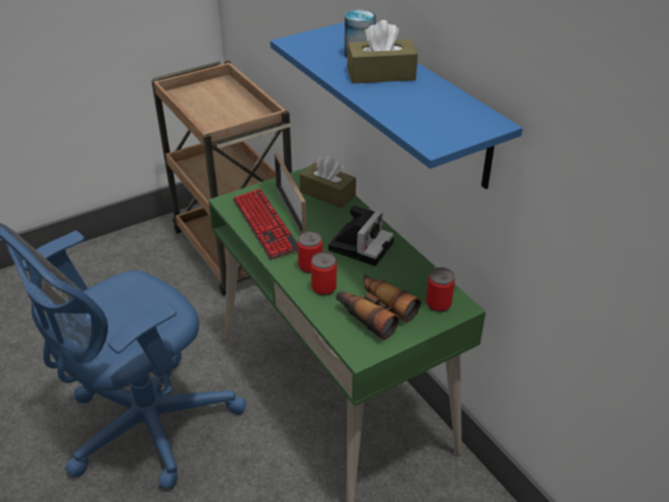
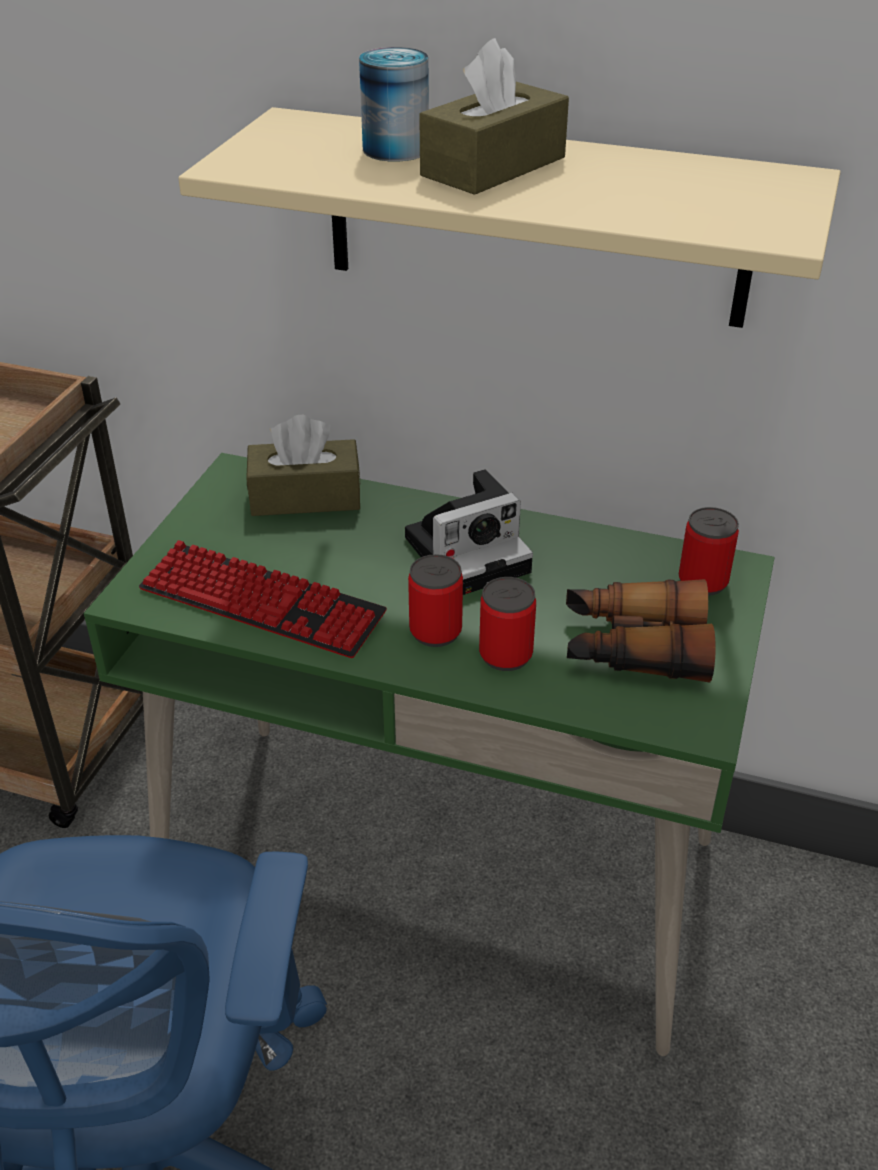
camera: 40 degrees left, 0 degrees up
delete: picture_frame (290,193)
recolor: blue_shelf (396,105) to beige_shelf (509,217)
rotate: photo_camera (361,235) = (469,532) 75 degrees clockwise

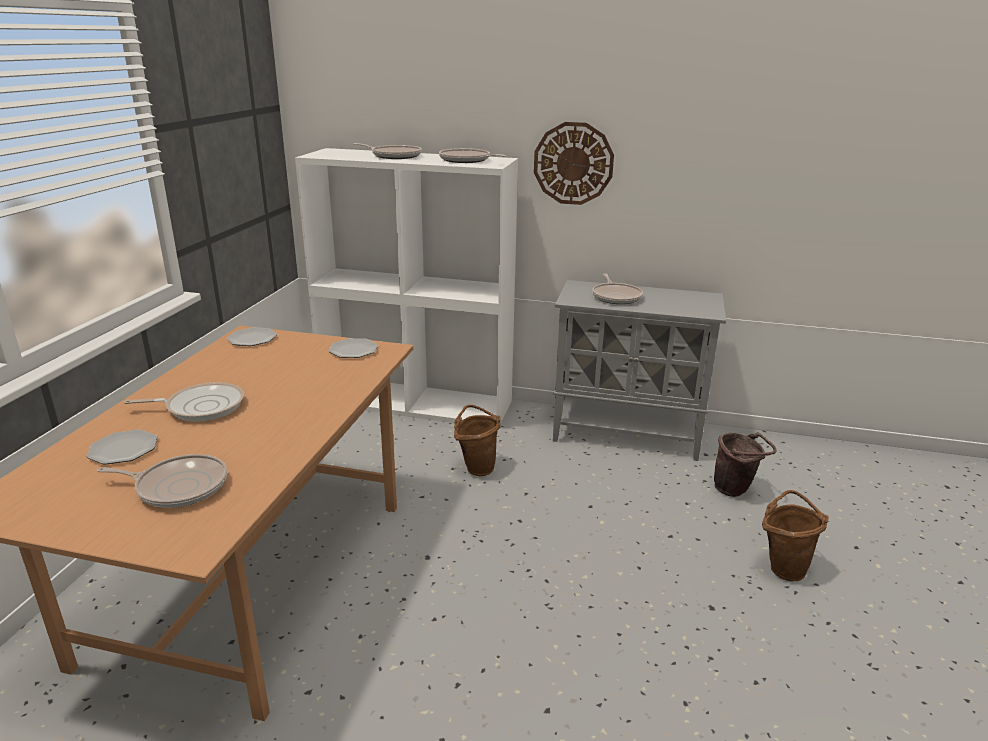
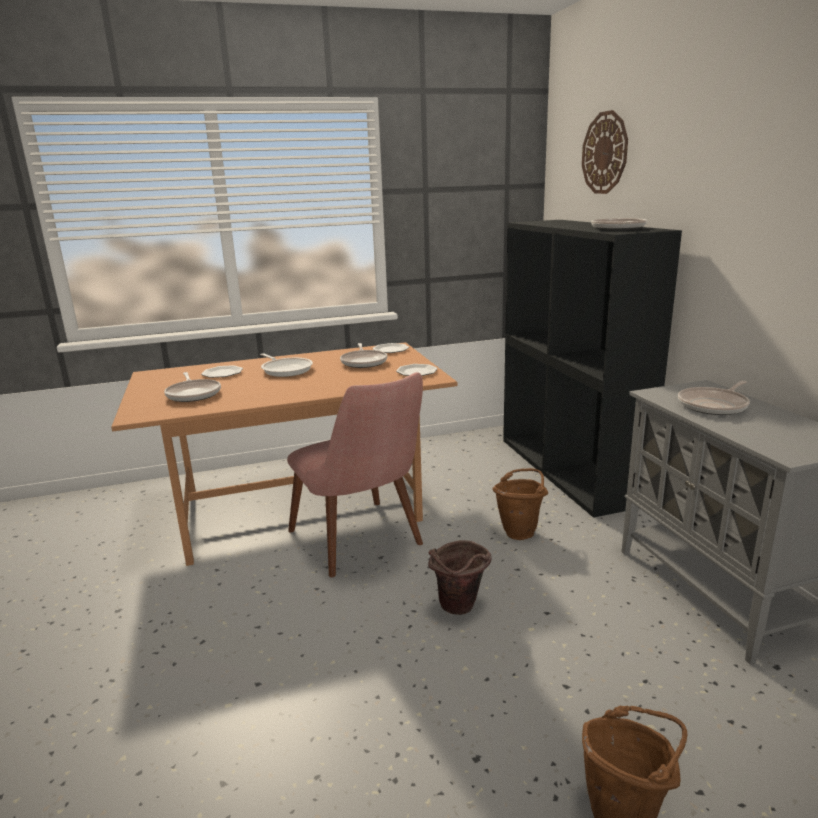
camera: 60 degrees right, 5 degrees down
insert: pink_chair (355,474)
move: frying_pan (387,151) to (363,355); wall_clock (574,163) to (605,152); brown_bucket (745,465) to (459,577)
recolor: white_bookcase (406,286) to black_bookcase (592,369)

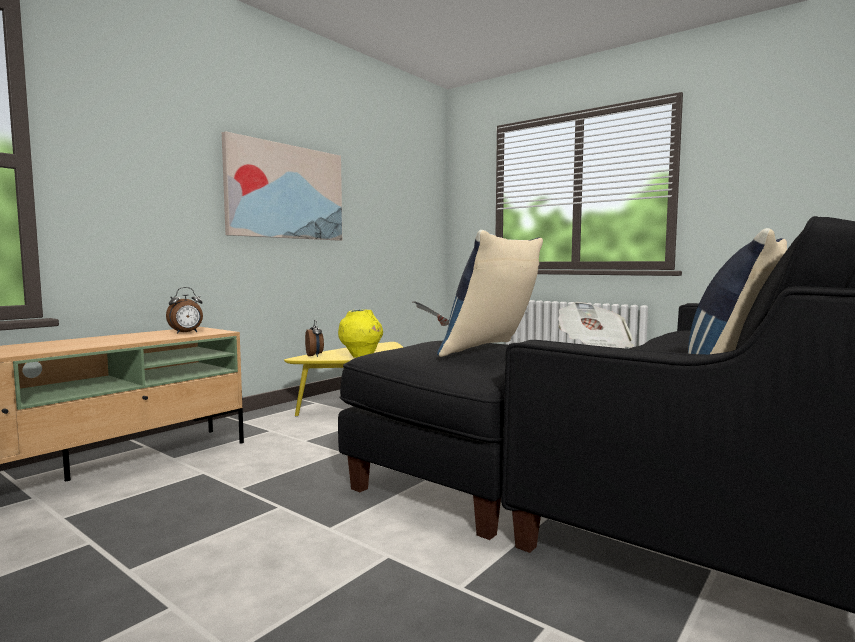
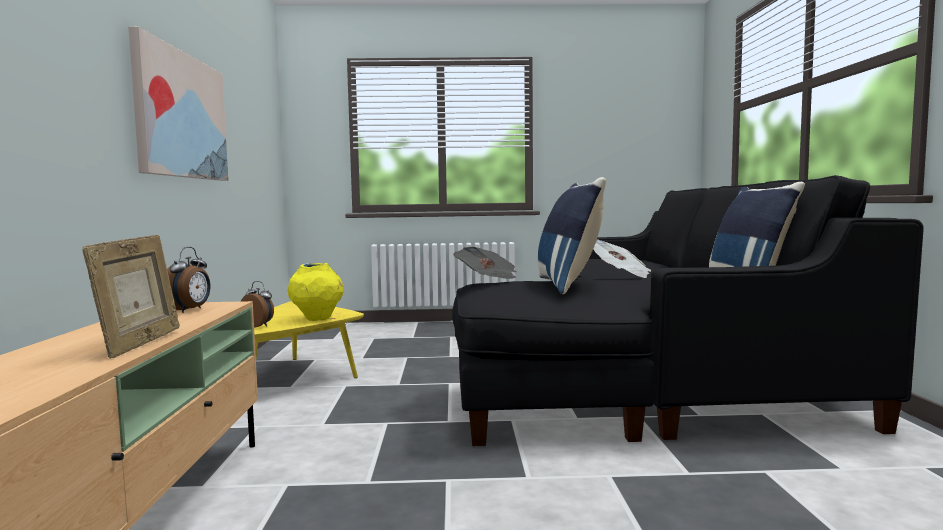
camera: 40 degrees left, 0 degrees up
insert: picture_frame (131,296)

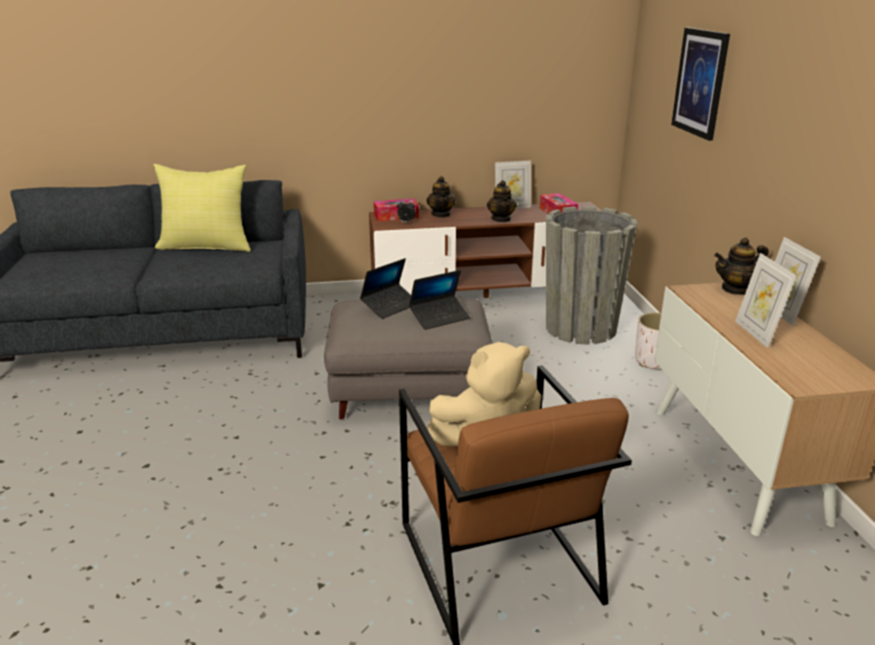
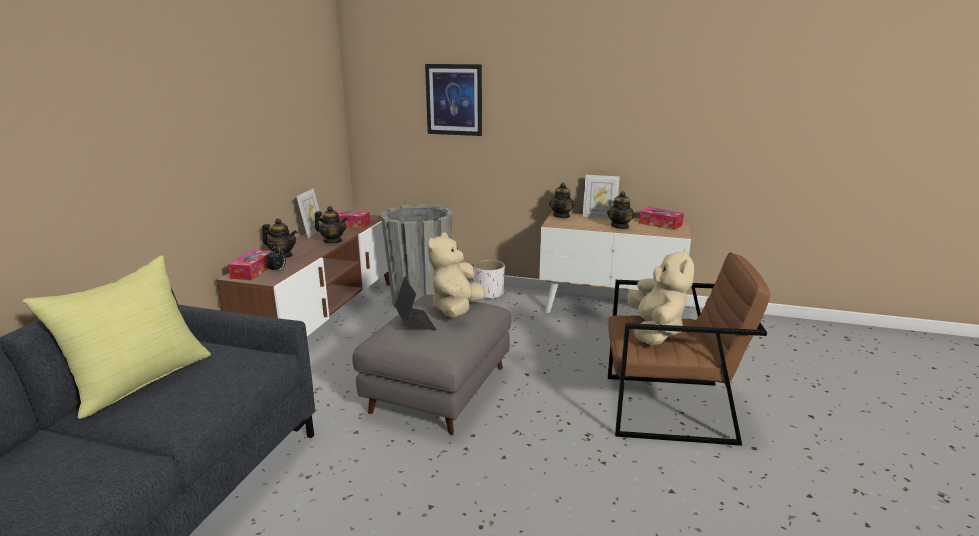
camera: 65 degrees left, 5 degrees down
insert: tissue_box (661,218)
replace: laptop (439,300) to beige_plush_toy (456,274); picture_frame (766,300) to teapot (621,210)

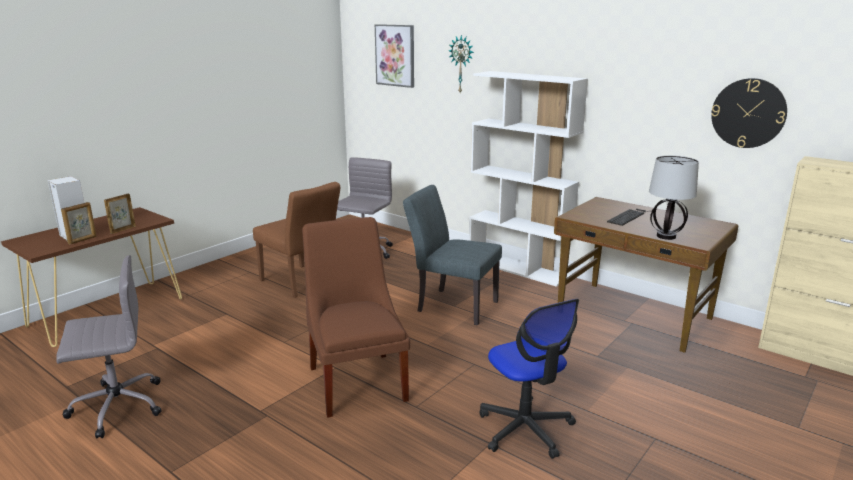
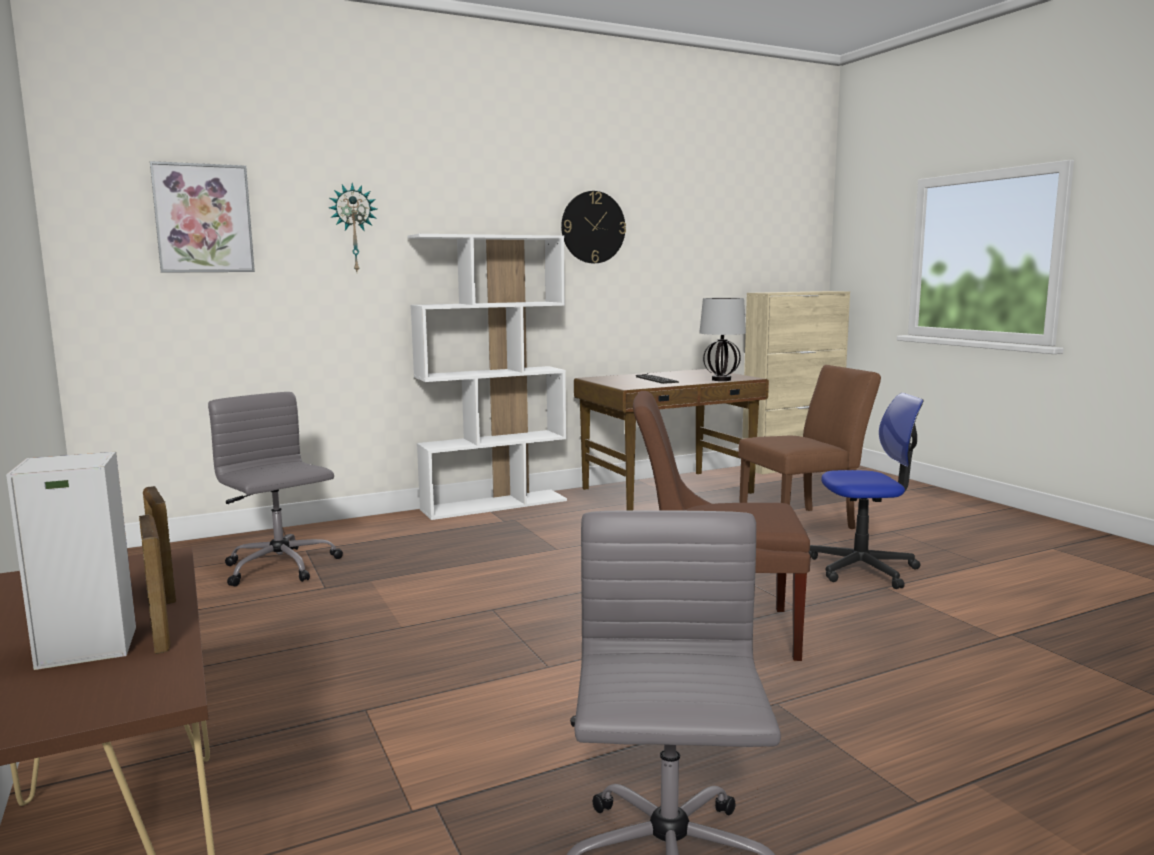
camera: 65 degrees left, 10 degrees down
delete: grey_chair (452,255)
move: brown_chair (296,240) to (809,447); wall_clock (749,113) to (593,227)

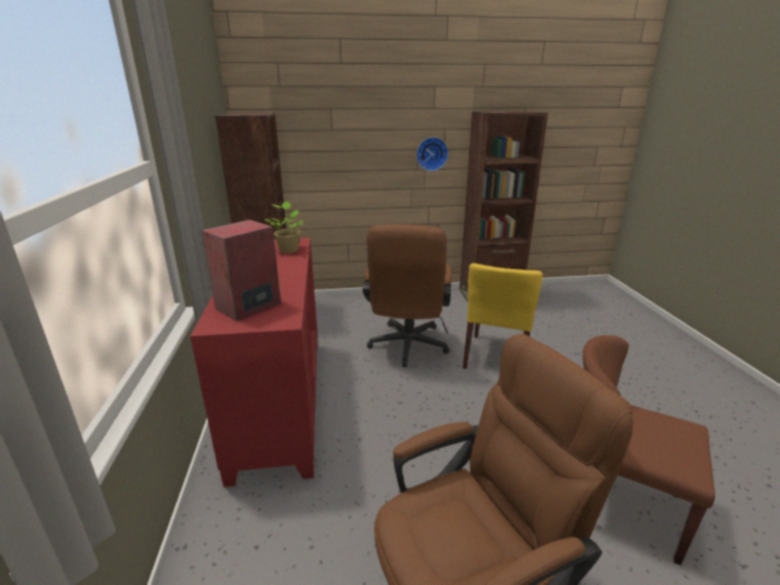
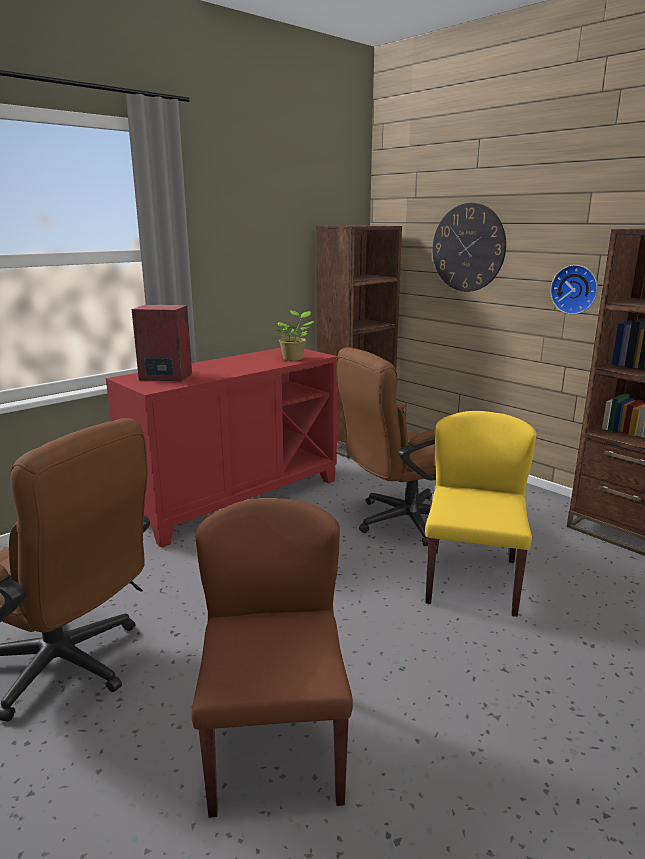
camera: 55 degrees right, 5 degrees down
insert: wall_clock (469,247)
rotate: yellow_chair (503,316) = (480,514) 120 degrees clockwise

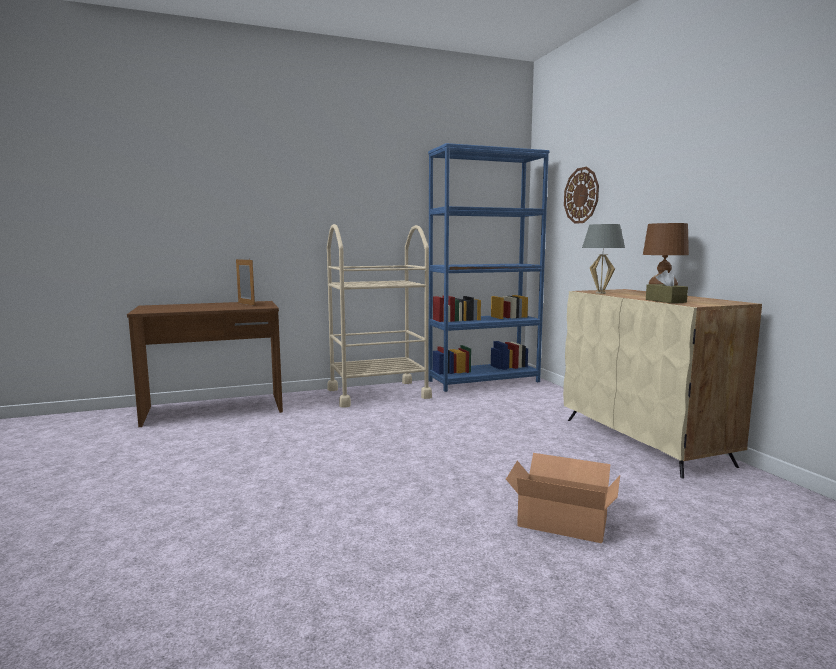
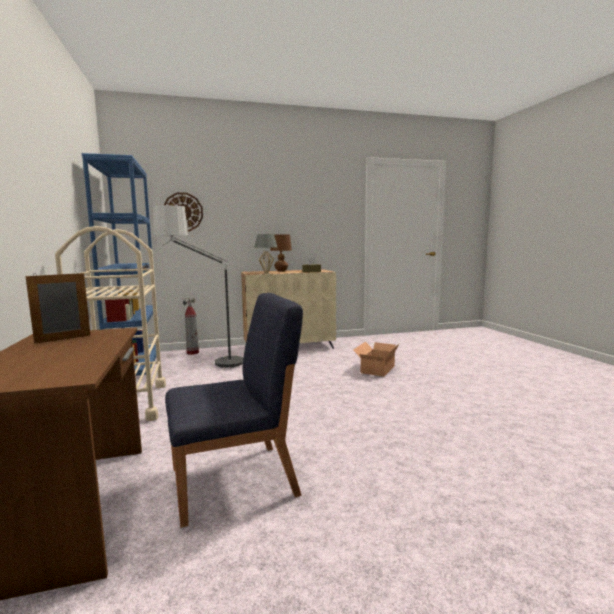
camera: 85 degrees left, 0 degrees up
insert: floor_lamp (198,288); blue_chair (234,410); fire_extinguisher (191,326)

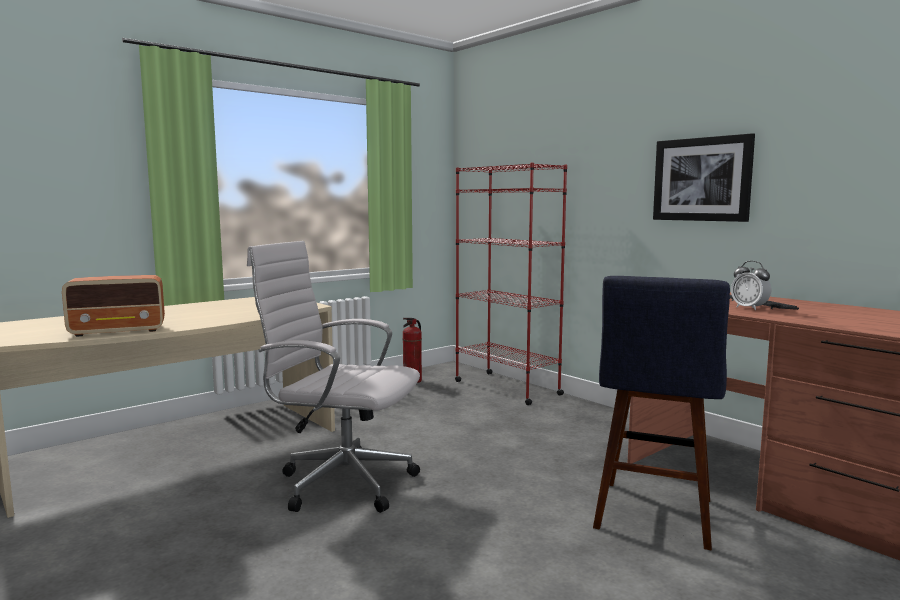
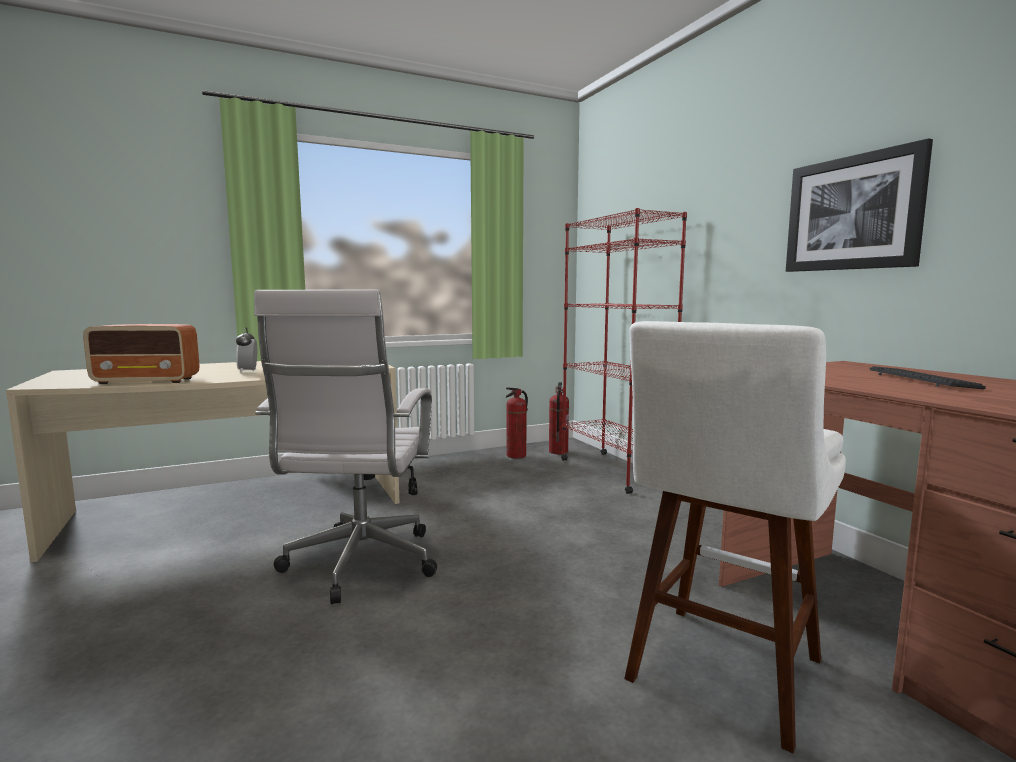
camera: 15 degrees right, 0 degrees up
insert: fire_extinguisher (559,418)
move: alarm_clock (751,285) to (246,350)
recolor: blue_stool (661,413) to white_stool (735,537)
rotate: white_office_chair (333,377) = (345,447) 120 degrees counterclockwise

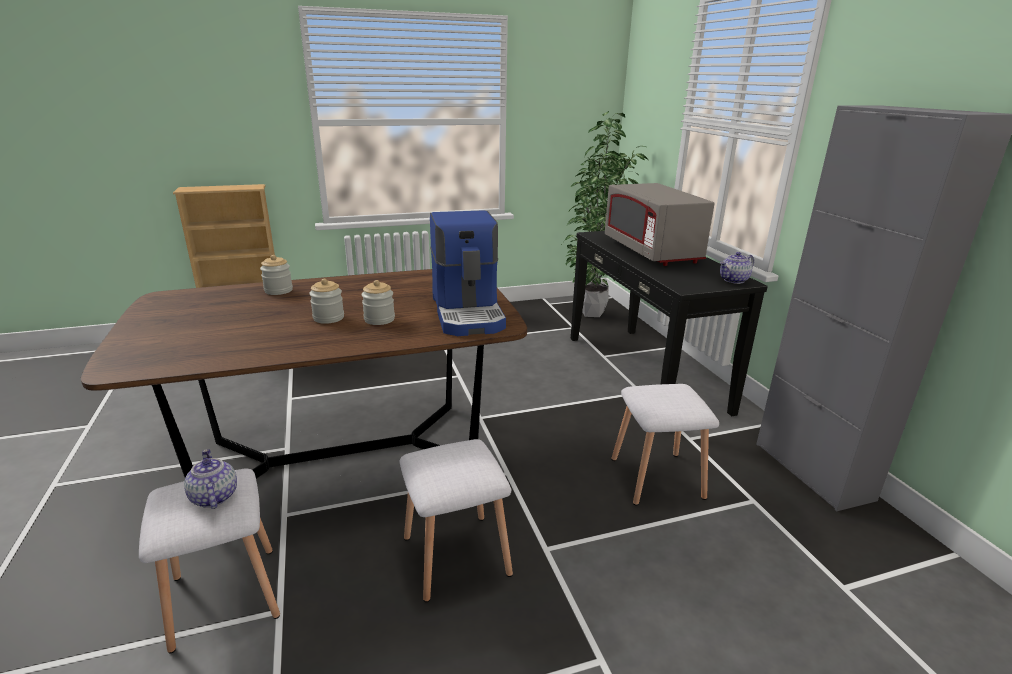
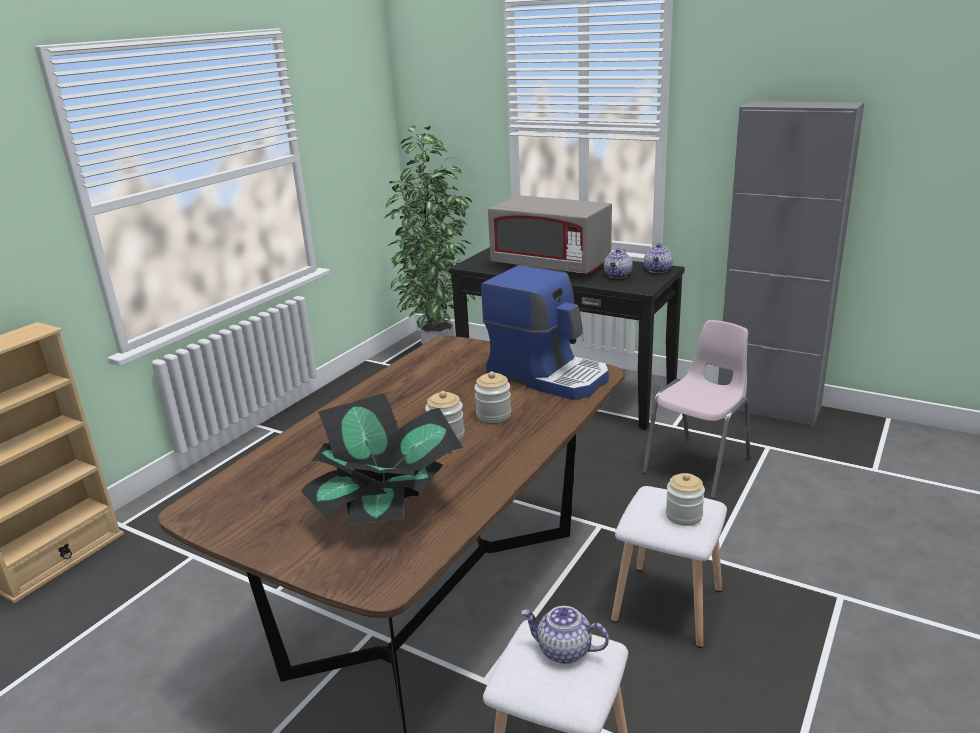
camera: 40 degrees left, 0 degrees up
insert: potted_plant (382,458); teapot (618,263)
move: jar (276,275) to (685,499)
replace: white_stool (665,445) to pink_chair (696,409)

